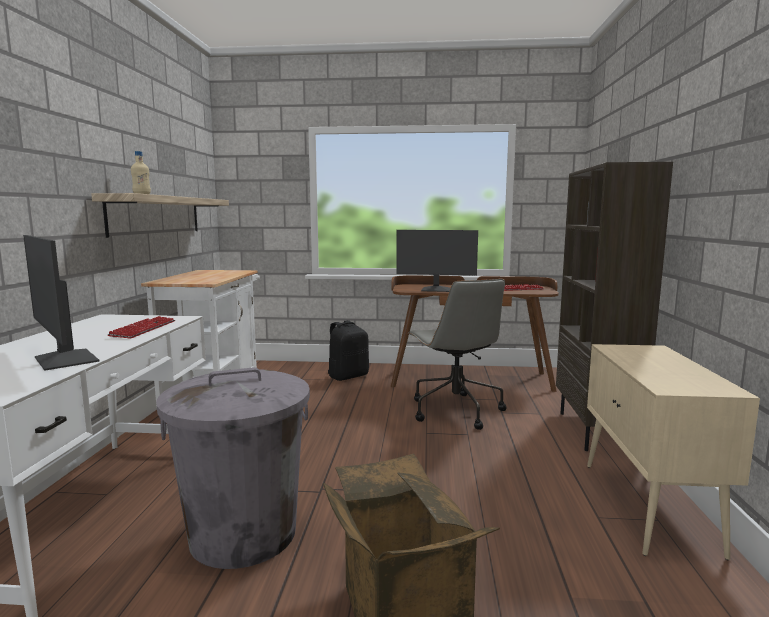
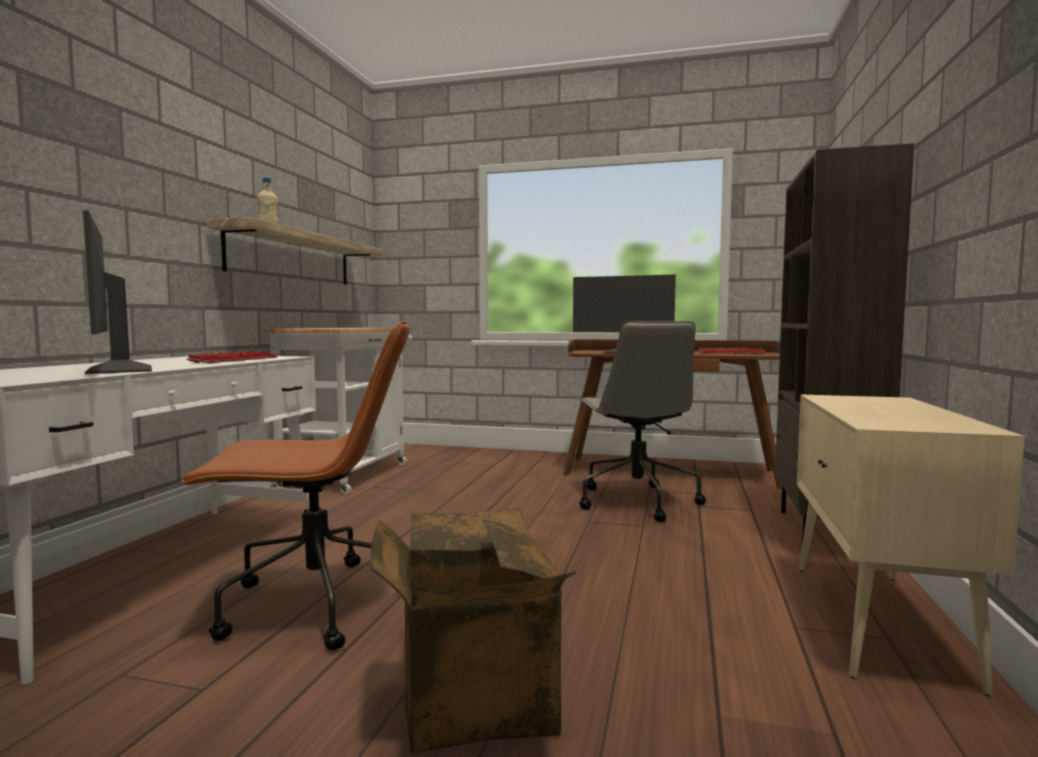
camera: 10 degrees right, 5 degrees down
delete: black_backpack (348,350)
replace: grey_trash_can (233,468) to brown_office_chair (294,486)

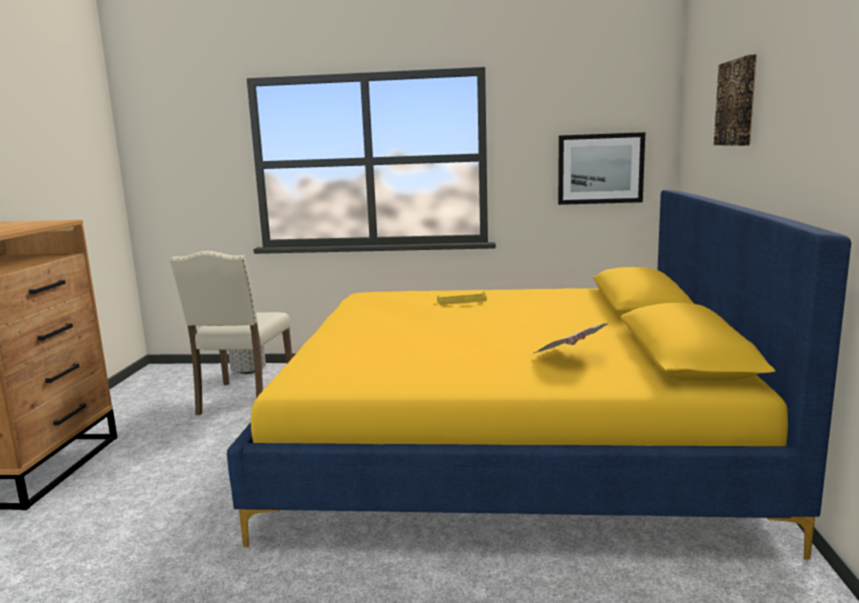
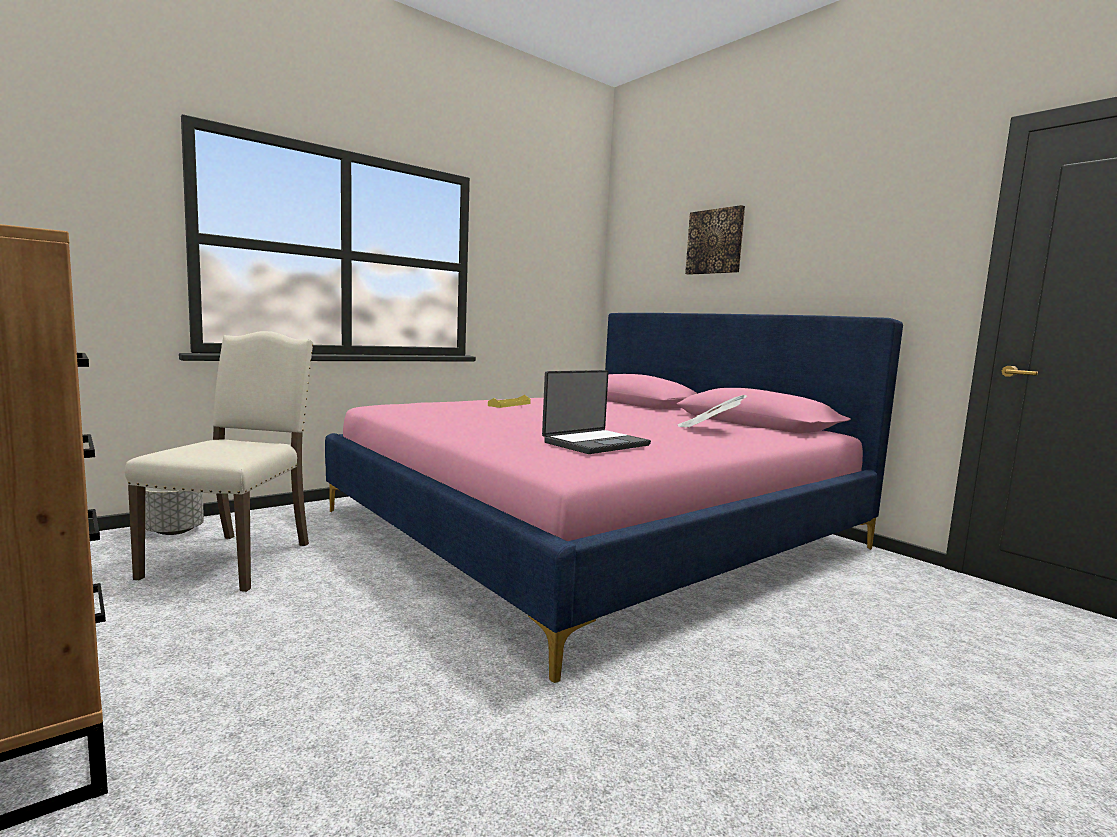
camera: 45 degrees left, 5 degrees down
delete: picture (601,168)
insert: laptop (596,412)
recolor: yellow_bed (539,374) to pink_bed (614,498)
rotate: beige_chair (231,333) = (219,461) 135 degrees counterclockwise

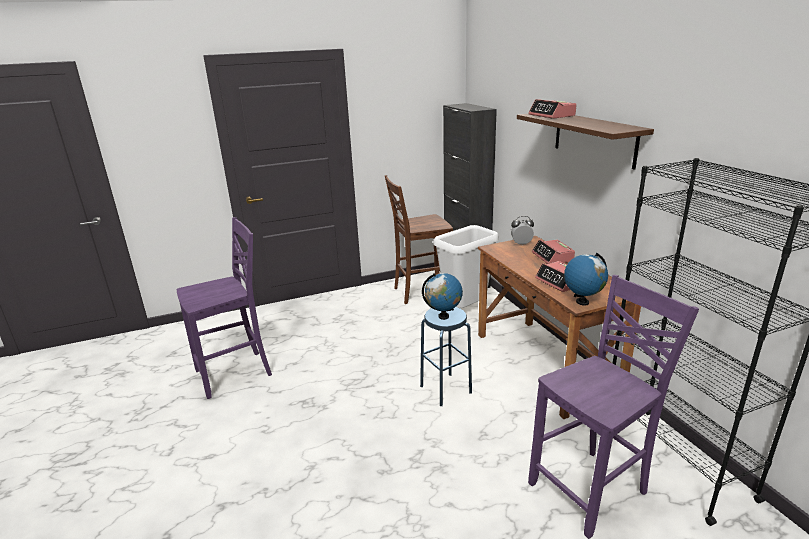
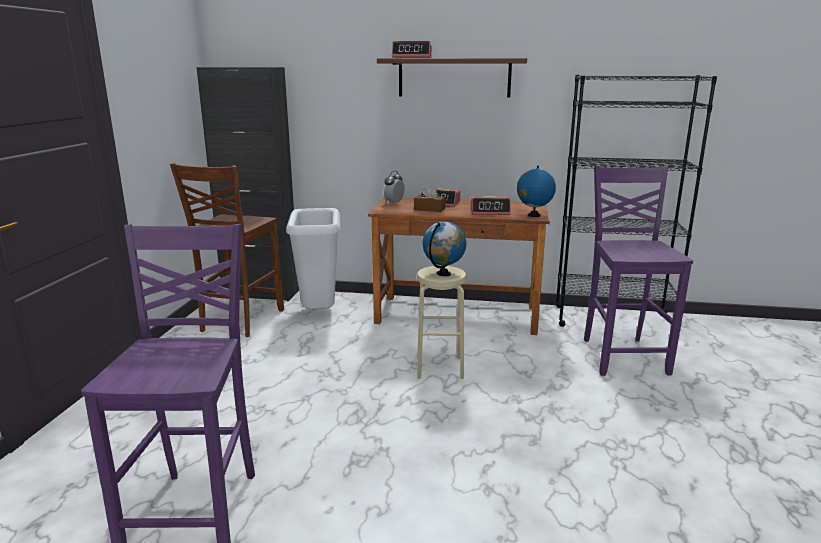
camera: 60 degrees left, 5 degrees down
insert: brown_tissue_box (430,198)
recolor: blue_stool (446,356) to beige_stool (441,322)

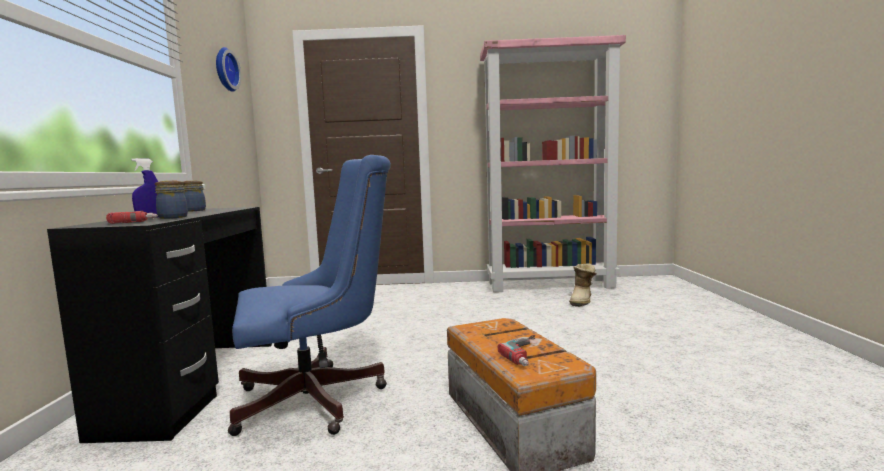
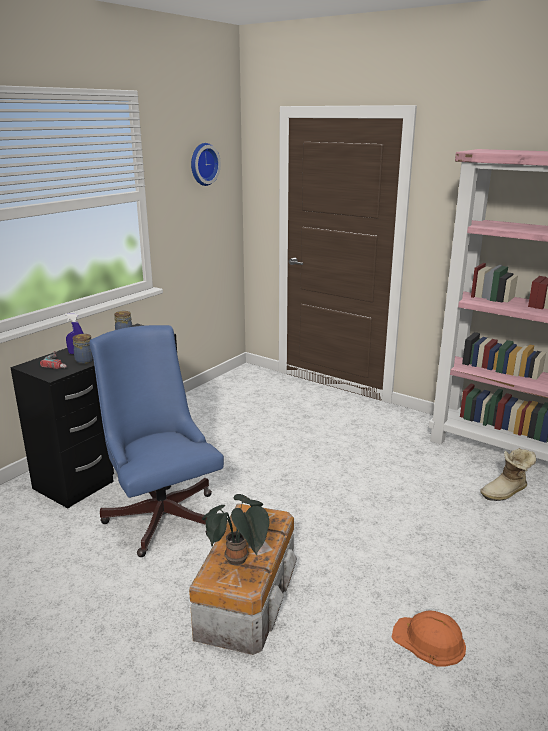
camera: 35 degrees right, 15 degrees up
insert: orange_hard_hat (429,639)
replace: power_drill (516,350) to potted_plant (235,530)
rotate: blue_office_chair (309,295) = (156,441) 135 degrees counterclockwise

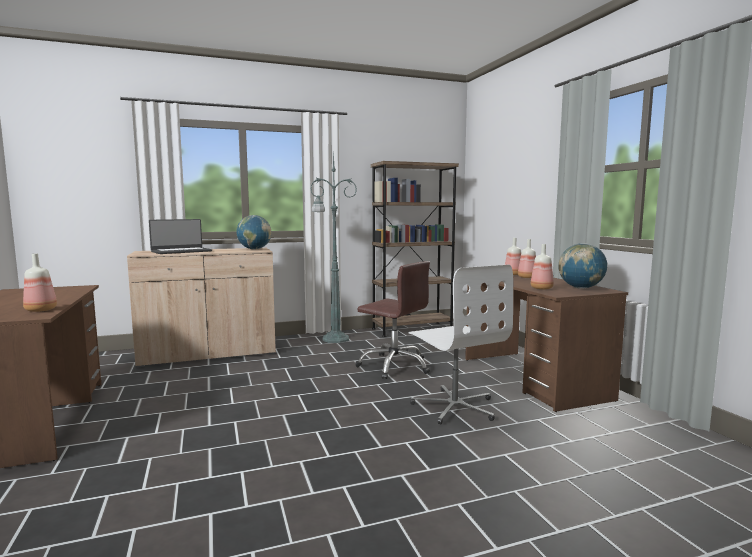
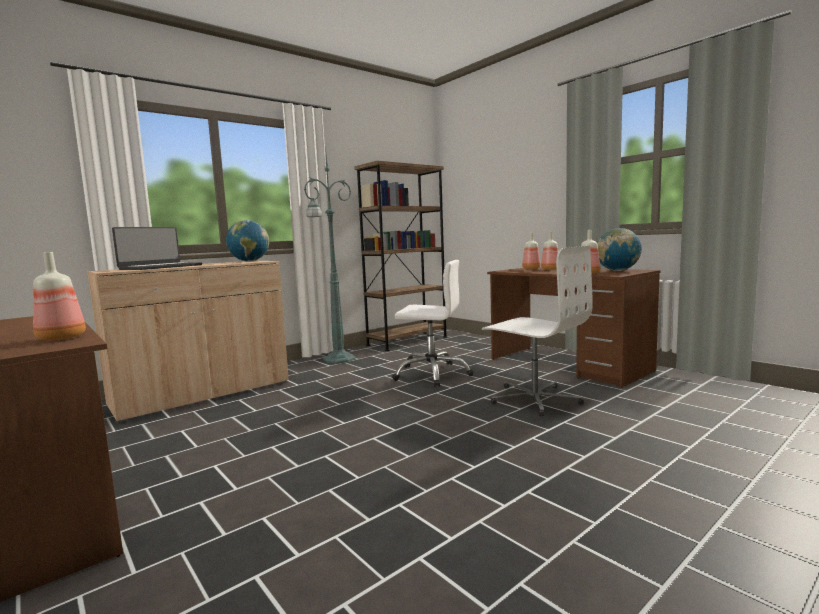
camera: 20 degrees left, 0 degrees up
recolor: brown_office_chair (392,320) to white_office_chair (433,323)

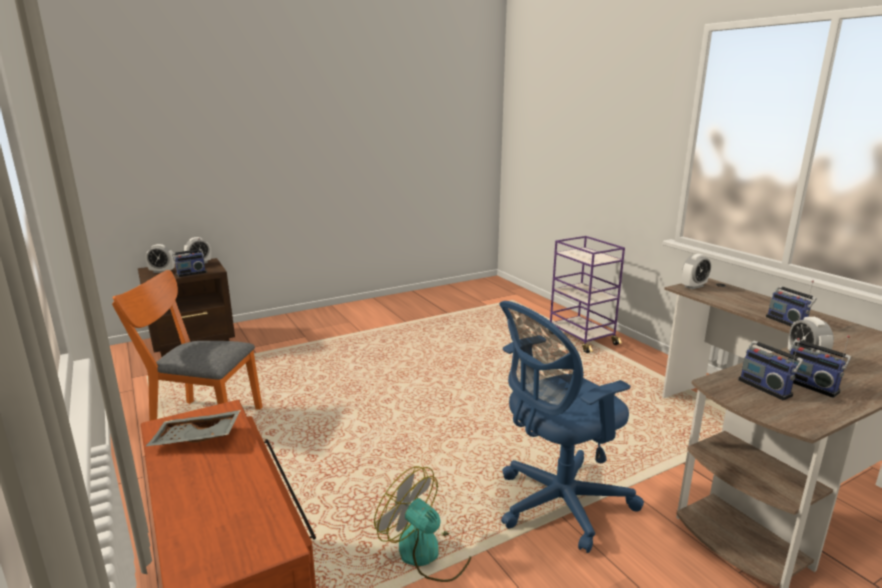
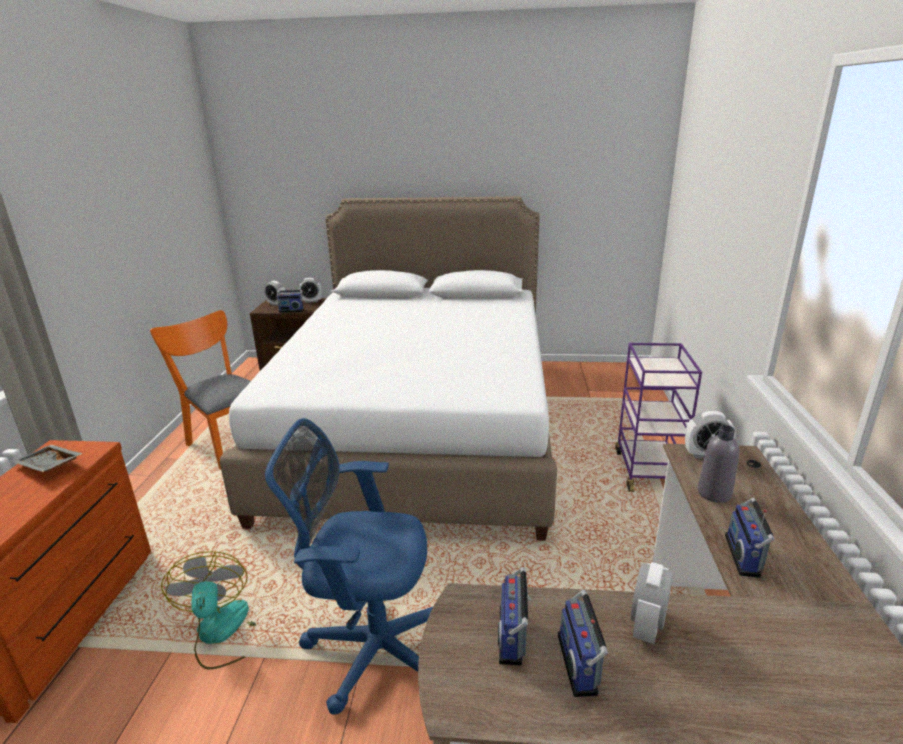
camera: 35 degrees right, 5 degrees up
insert: white_bed (388,368); grey_bottle (719,464)

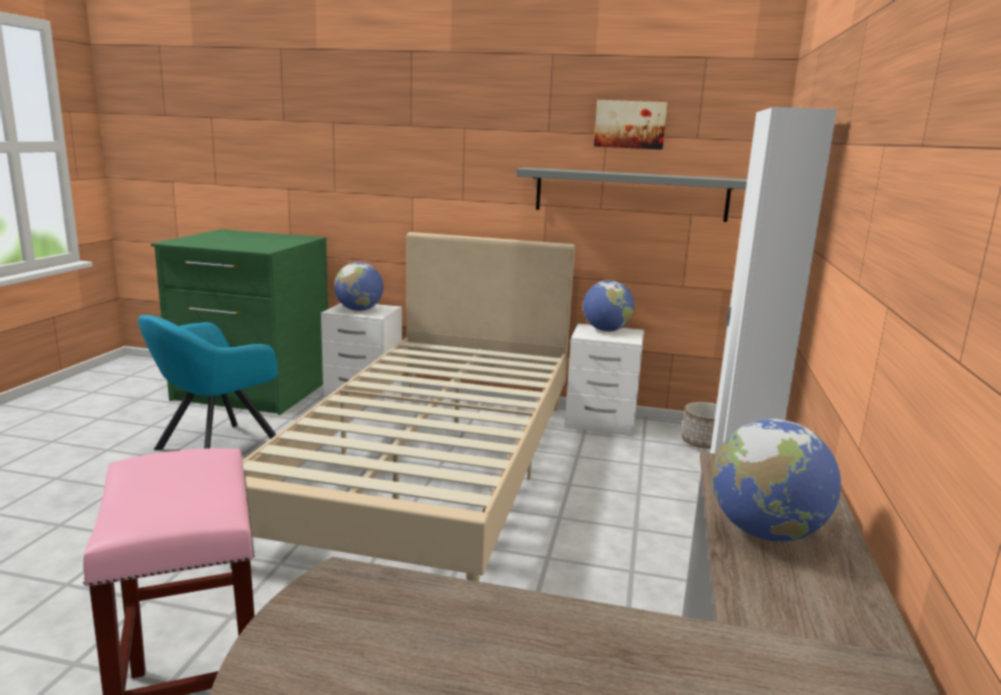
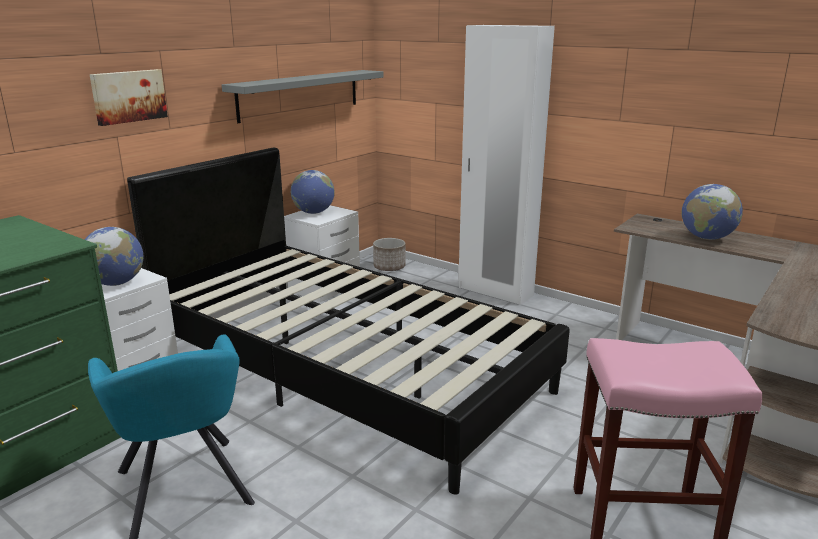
camera: 65 degrees left, 5 degrees up
move: picture (630,125) to (128,97)
recolor: beige_bed (402,407) to black_bed (348,321)

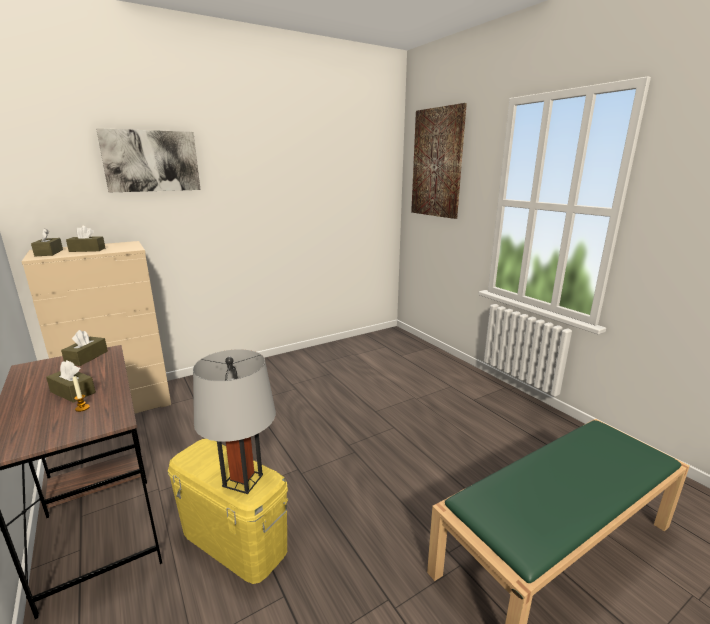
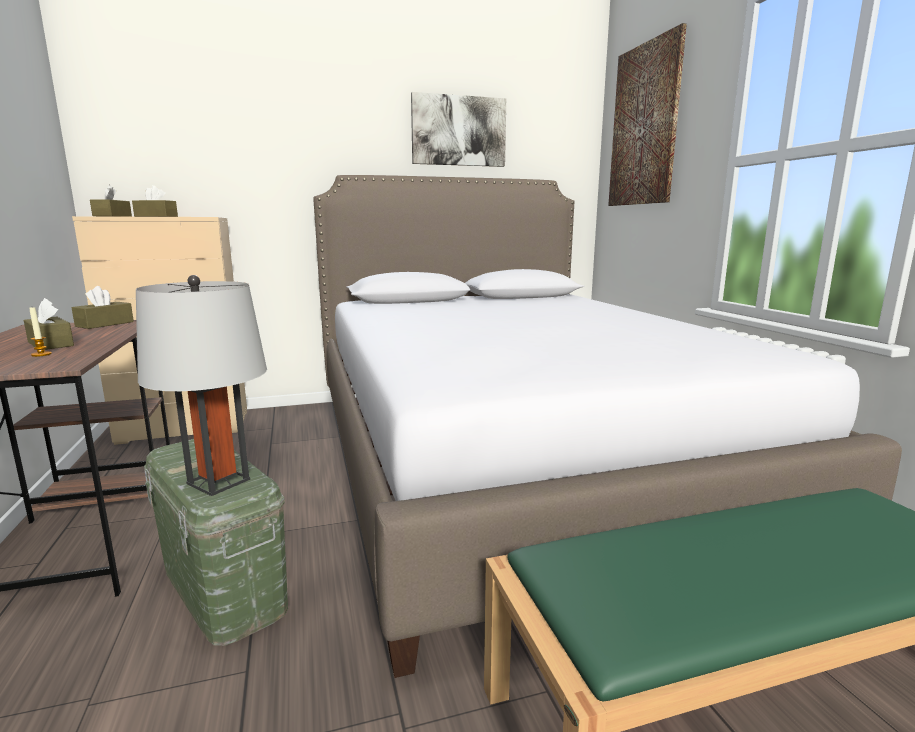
camera: 15 degrees right, 5 degrees down
insert: bed (607,426)
move: picture (148,160) to (458,129)
recolor: yellow_storage_box (228,511) to green_storage_box (216,542)

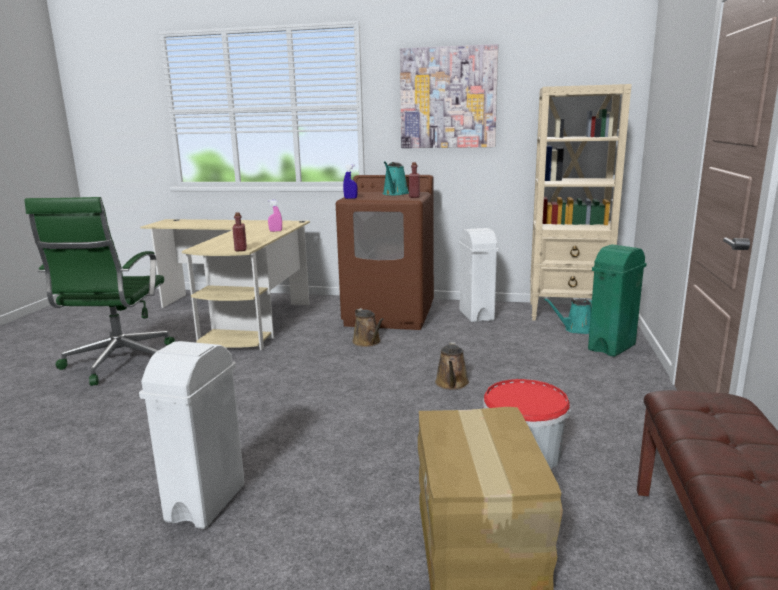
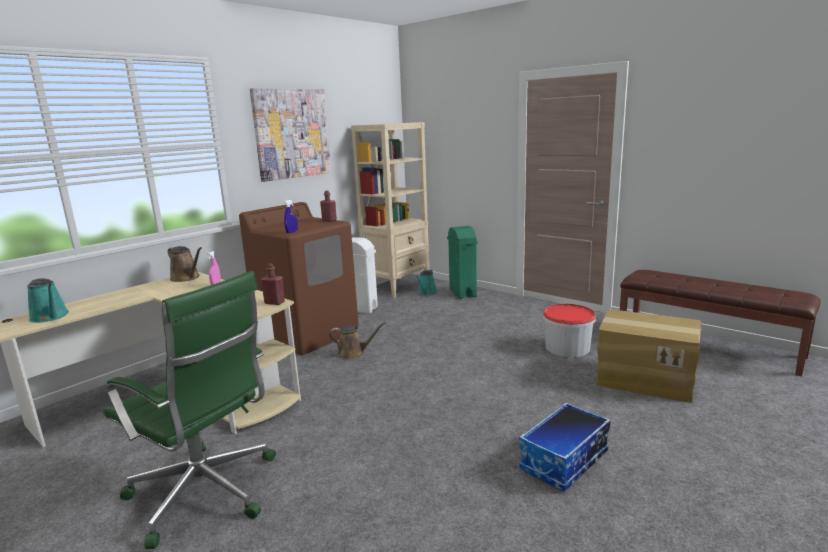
camera: 60 degrees left, 0 degrees up
move: turquoise_watering_can (396,178) to (48,300); brown_watering_can (452,366) to (185,264)
replace: white_trash_can (191,435) to storage_box (565,447)

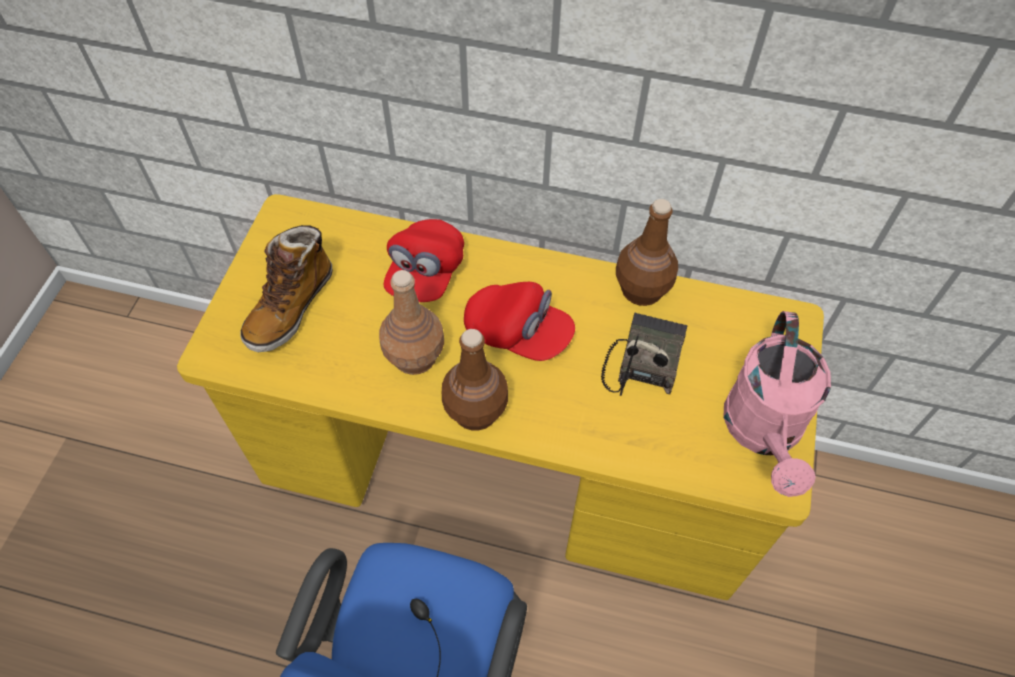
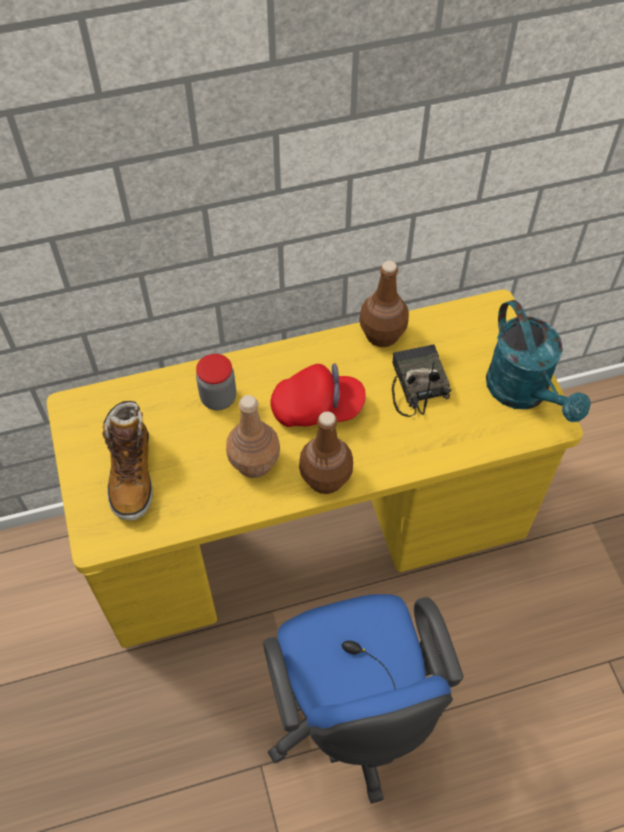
camera: 30 degrees left, 0 degrees up
replace: red_cap (423,260) to jar (216,382)
recolor: pink_watering_can (777,404) to turquoise_watering_can (538,361)

